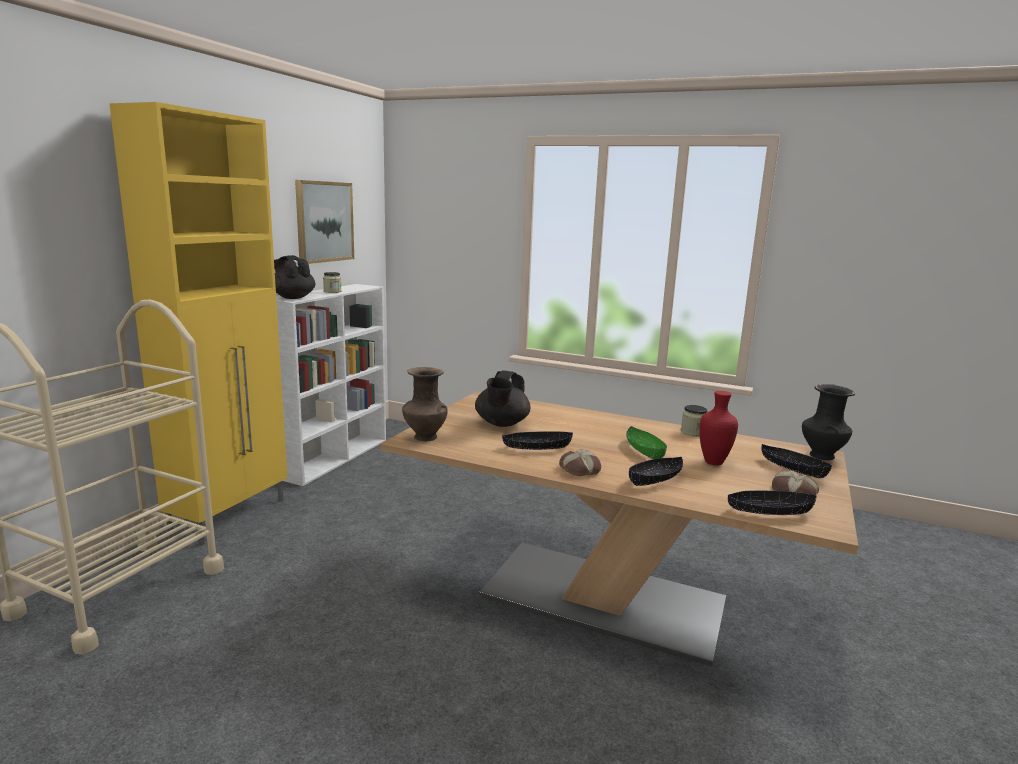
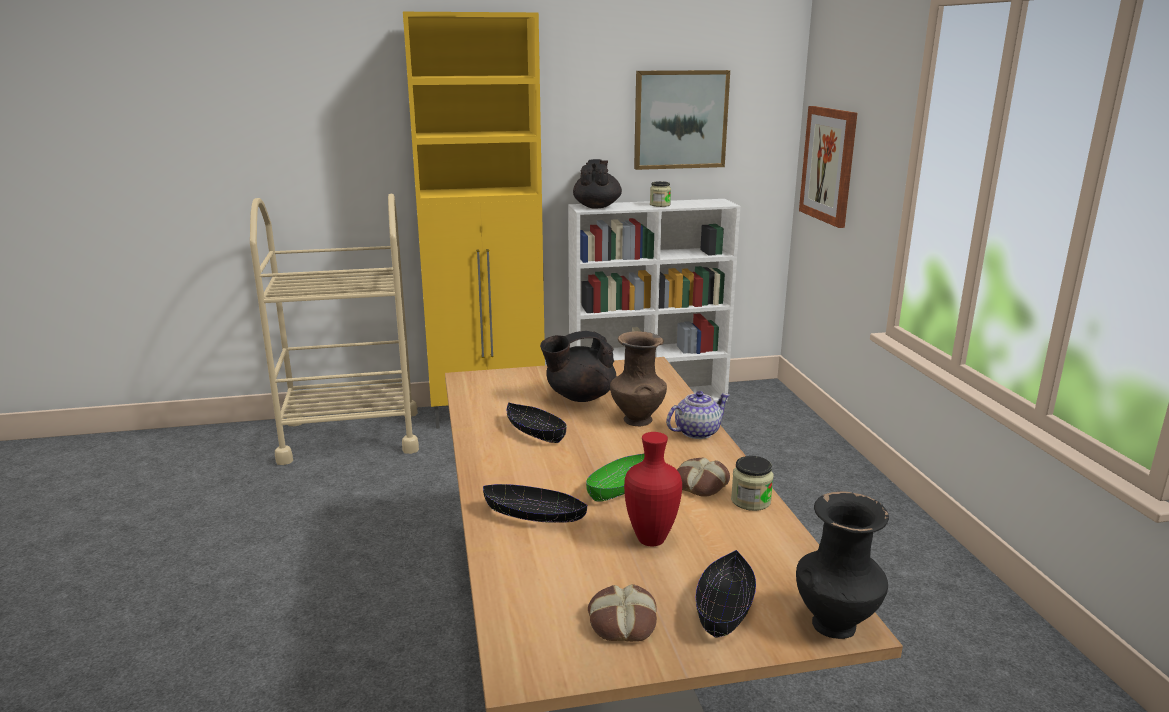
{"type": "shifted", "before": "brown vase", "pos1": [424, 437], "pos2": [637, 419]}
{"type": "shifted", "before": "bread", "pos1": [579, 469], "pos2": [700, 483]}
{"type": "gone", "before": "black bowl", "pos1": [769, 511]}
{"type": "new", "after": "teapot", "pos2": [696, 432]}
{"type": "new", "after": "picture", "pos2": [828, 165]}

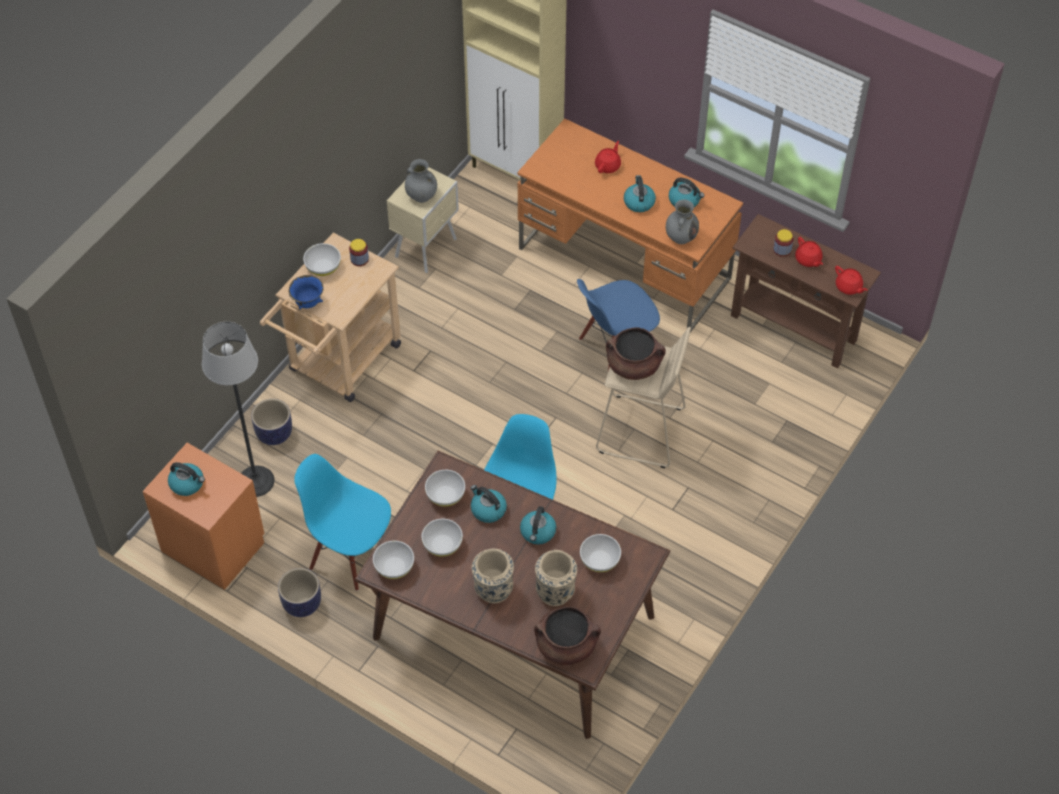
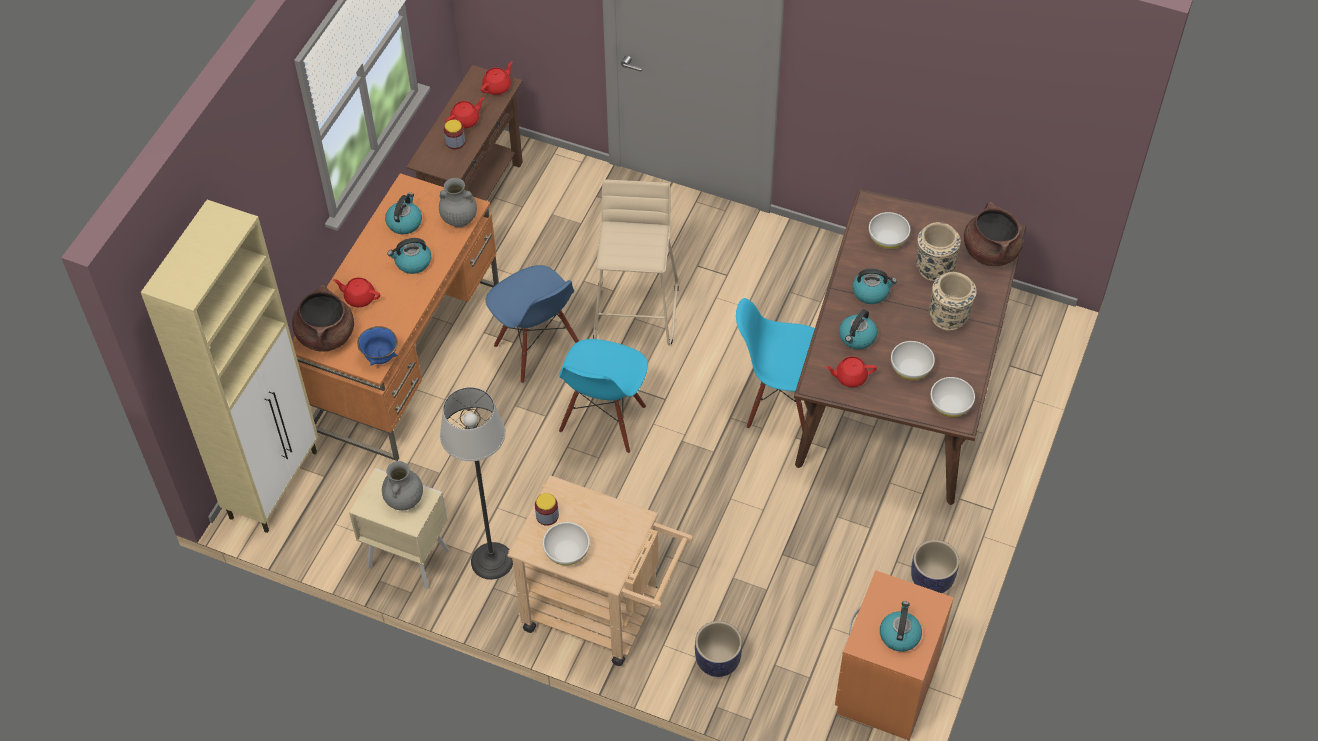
{"type": "shifted", "before": "floor lamp", "pos1": [255, 481], "pos2": [492, 560]}
{"type": "shifted", "before": "blue bowl", "pos1": [308, 303], "pos2": [380, 358]}
{"type": "shifted", "before": "blue chair", "pos1": [350, 554], "pos2": [604, 420]}
{"type": "swapped", "before": "white bowl", "after": "red teapot", "pos1": [445, 495], "pos2": [850, 377]}
{"type": "shifted", "before": "brown cooking pot", "pos1": [634, 365], "pos2": [326, 335]}

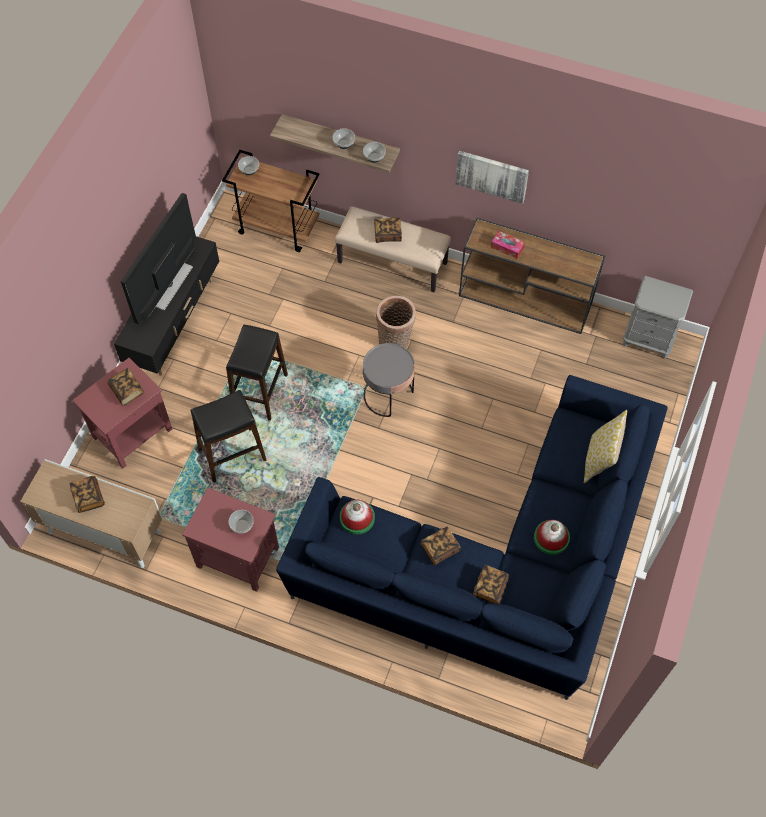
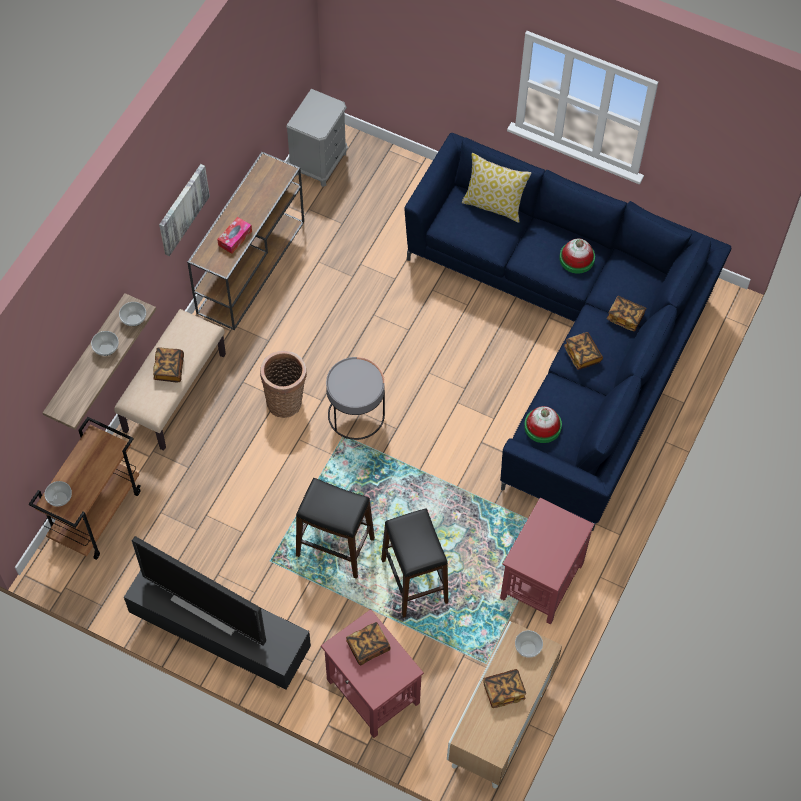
{"type": "shifted", "before": "bowl", "pos1": [242, 526], "pos2": [528, 648]}

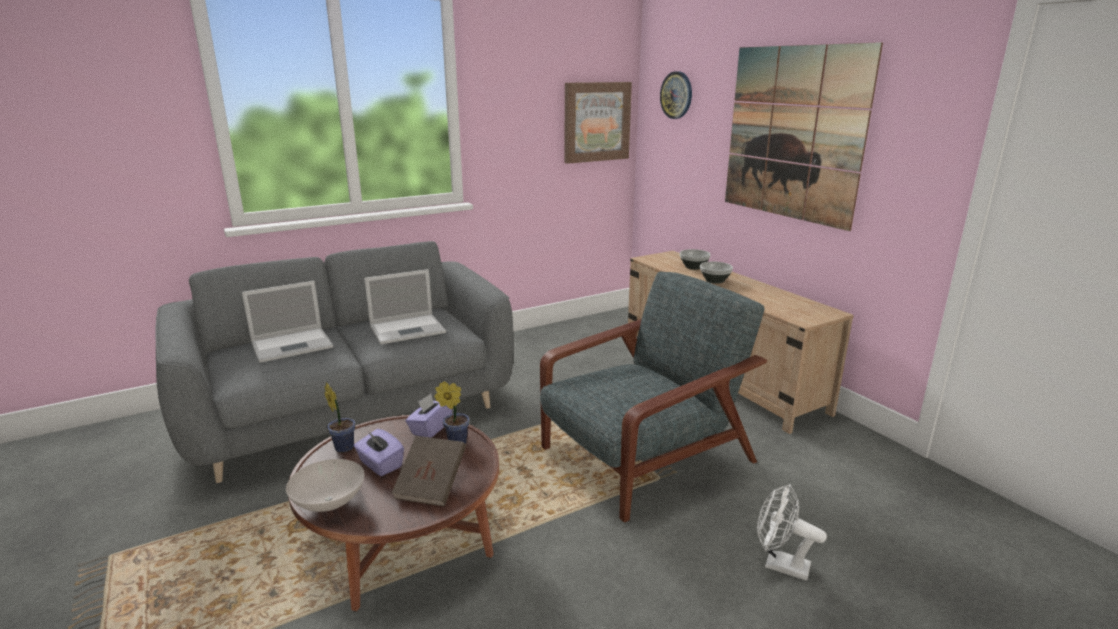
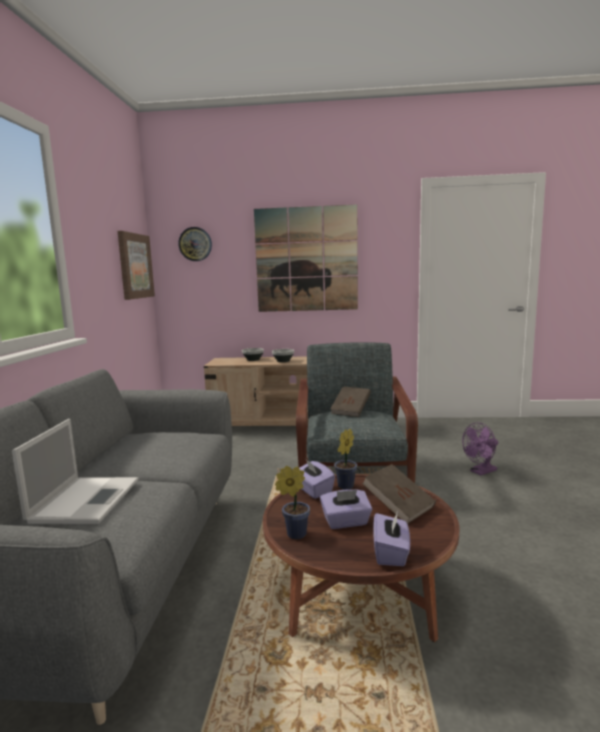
{"type": "swapped", "before": "white bowl", "after": "purple tissue box", "pos1": [330, 502], "pos2": [391, 553]}
{"type": "gone", "before": "laptop", "pos1": [409, 329]}
{"type": "repainted", "before": "white fan", "after": "purple fan", "pos1": [779, 565], "pos2": [480, 472]}
{"type": "new", "after": "brown book", "pos2": [351, 411]}

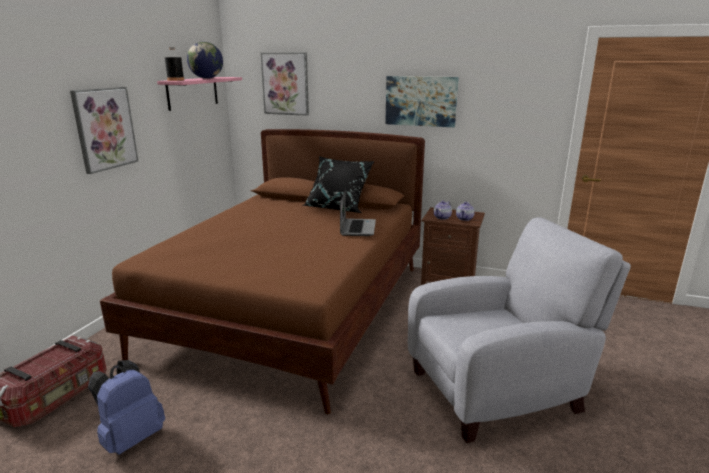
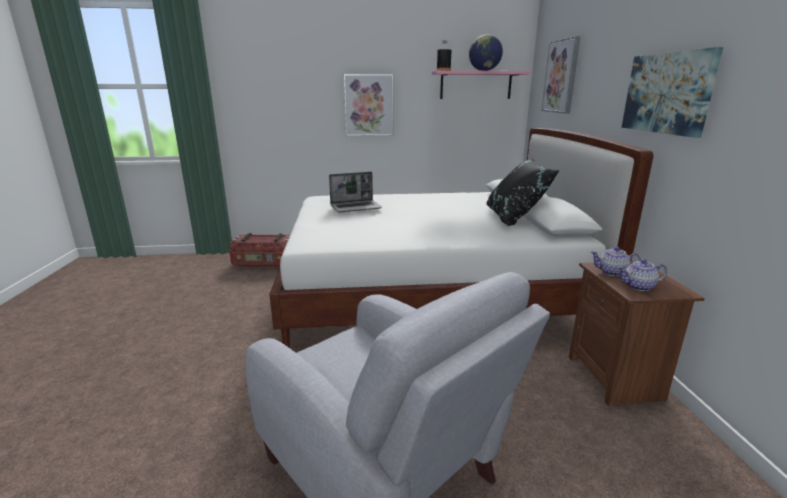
{"type": "gone", "before": "blue backpack", "pos1": [131, 438]}
{"type": "repainted", "before": "brown bed", "after": "white bed", "pos1": [294, 308], "pos2": [430, 298]}
{"type": "shifted", "before": "laptop", "pos1": [357, 228], "pos2": [356, 207]}

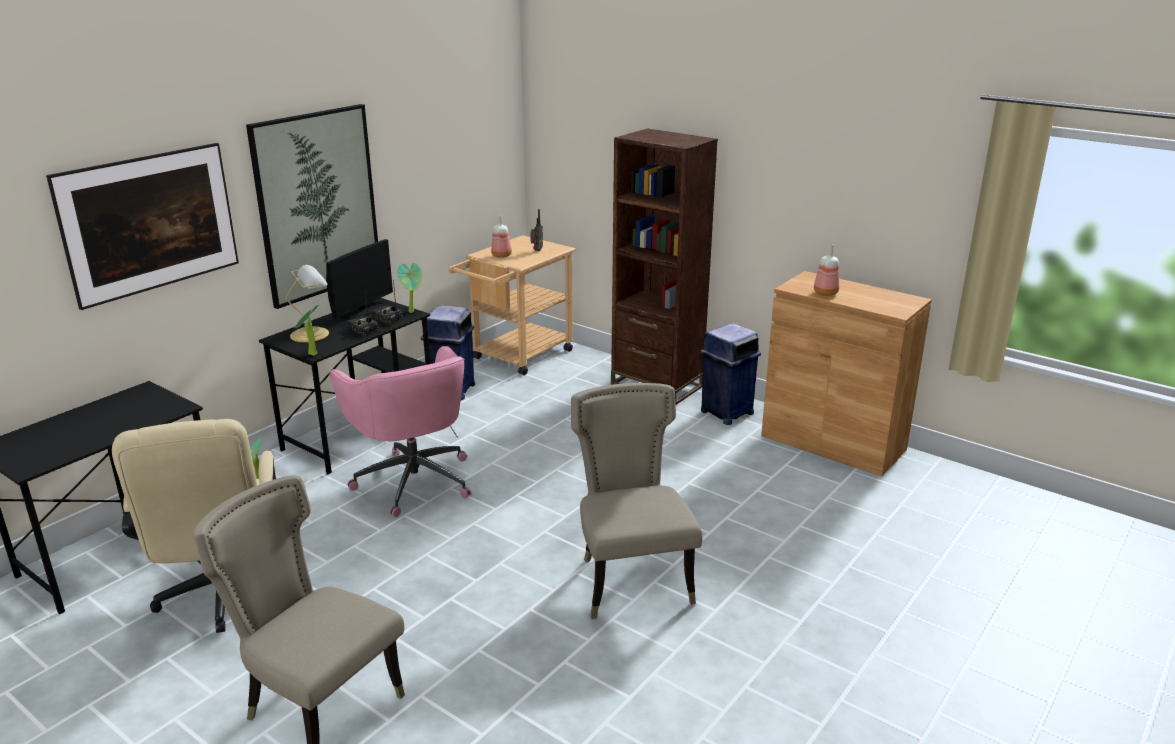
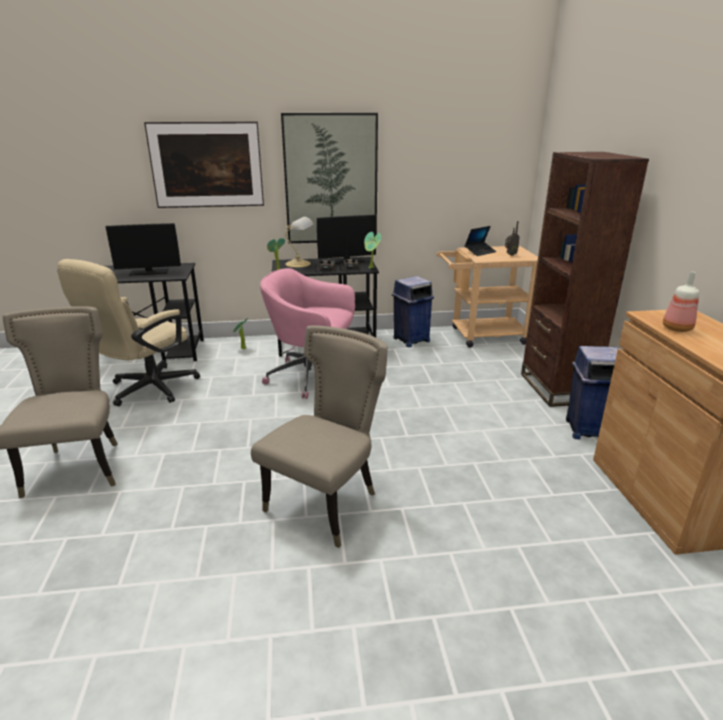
{"type": "rotated", "before": "pink office chair", "pos1": [413, 479], "pos2": [311, 377], "turn": 90}
{"type": "swapped", "before": "bottle", "after": "laptop", "pos1": [501, 255], "pos2": [480, 252]}
{"type": "new", "after": "monitor", "pos2": [149, 272]}

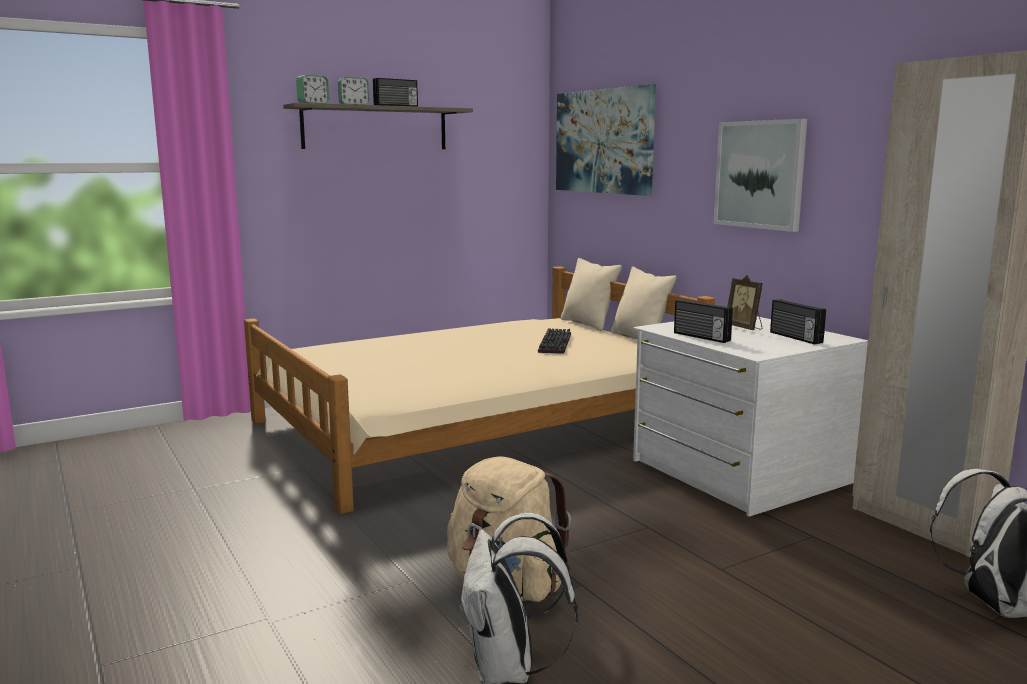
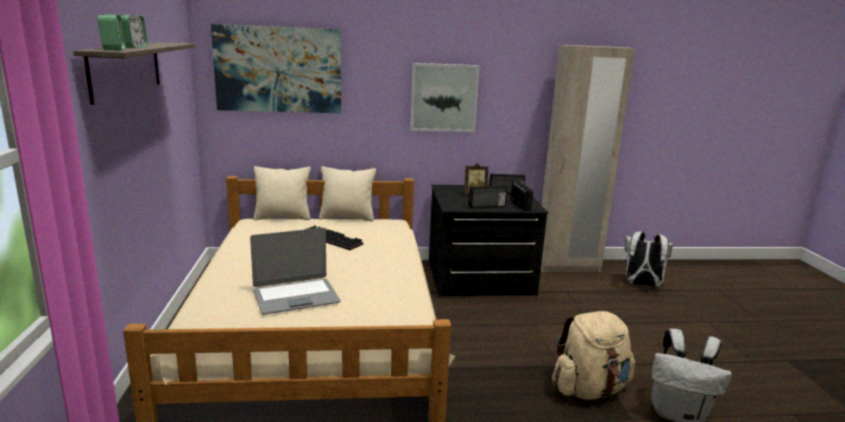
{"type": "shifted", "before": "radio", "pos1": [396, 106], "pos2": [521, 205]}
{"type": "repainted", "before": "white dresser", "after": "black dresser", "pos1": [736, 472], "pos2": [480, 278]}
{"type": "new", "after": "laptop", "pos2": [296, 297]}

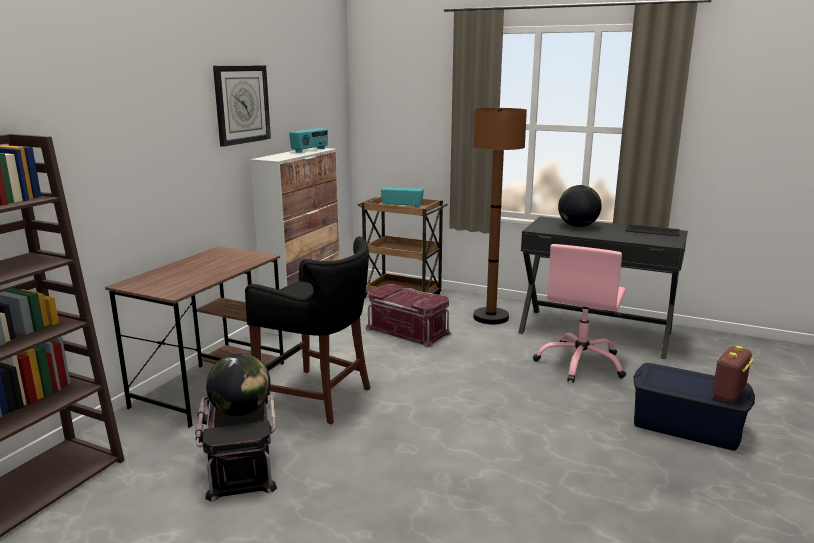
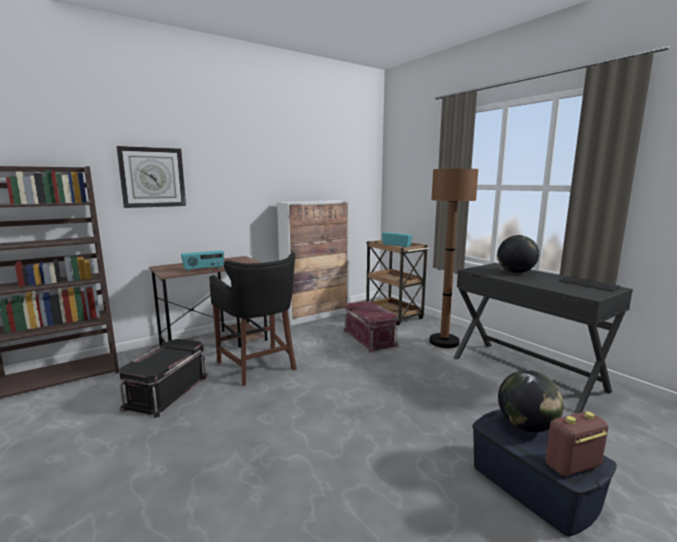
{"type": "shifted", "before": "globe", "pos1": [241, 411], "pos2": [526, 426]}
{"type": "shifted", "before": "wall clock", "pos1": [242, 104], "pos2": [152, 177]}
{"type": "shifted", "before": "radio", "pos1": [310, 150], "pos2": [204, 269]}
{"type": "gone", "before": "pink office chair", "pos1": [580, 363]}

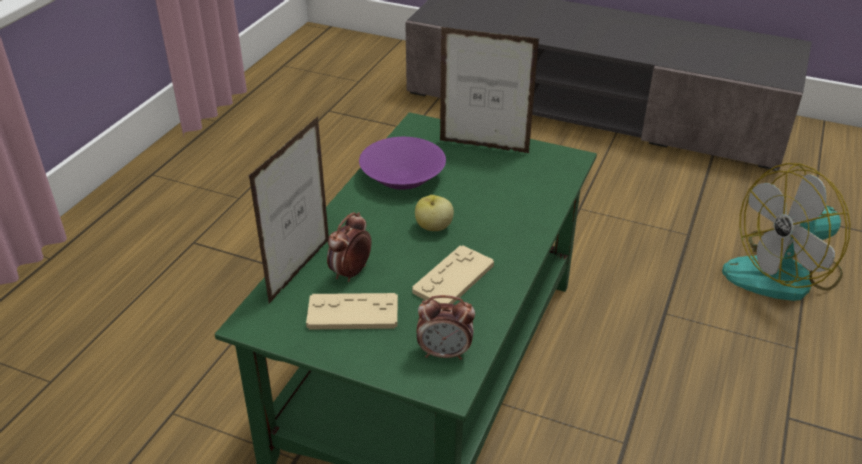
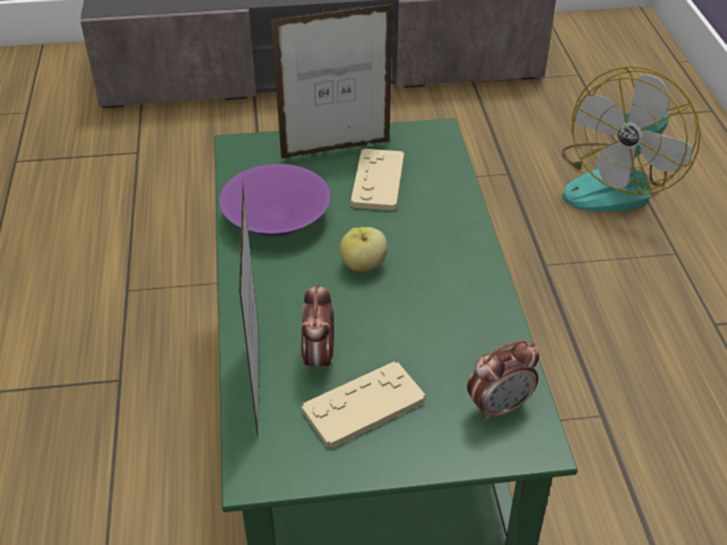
{"type": "shifted", "before": "beige game controller", "pos1": [453, 278], "pos2": [378, 181]}

